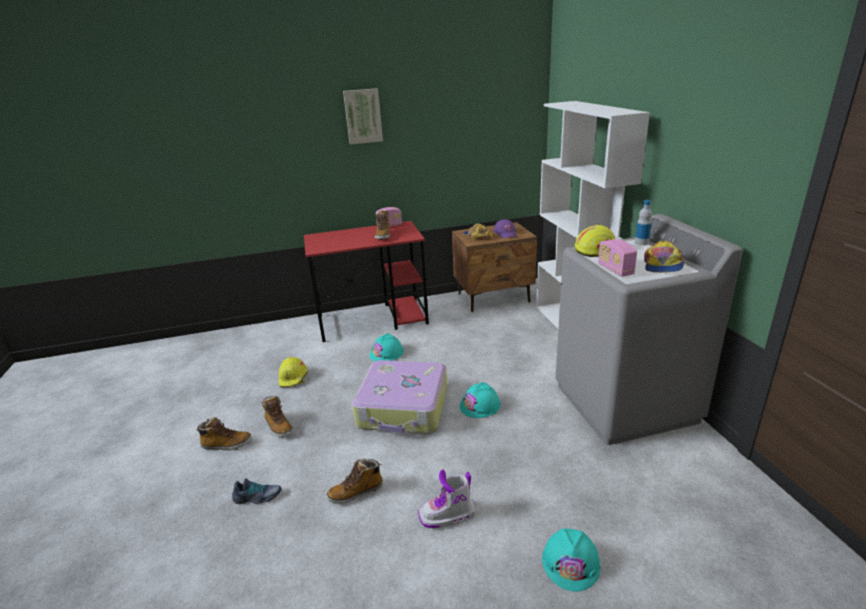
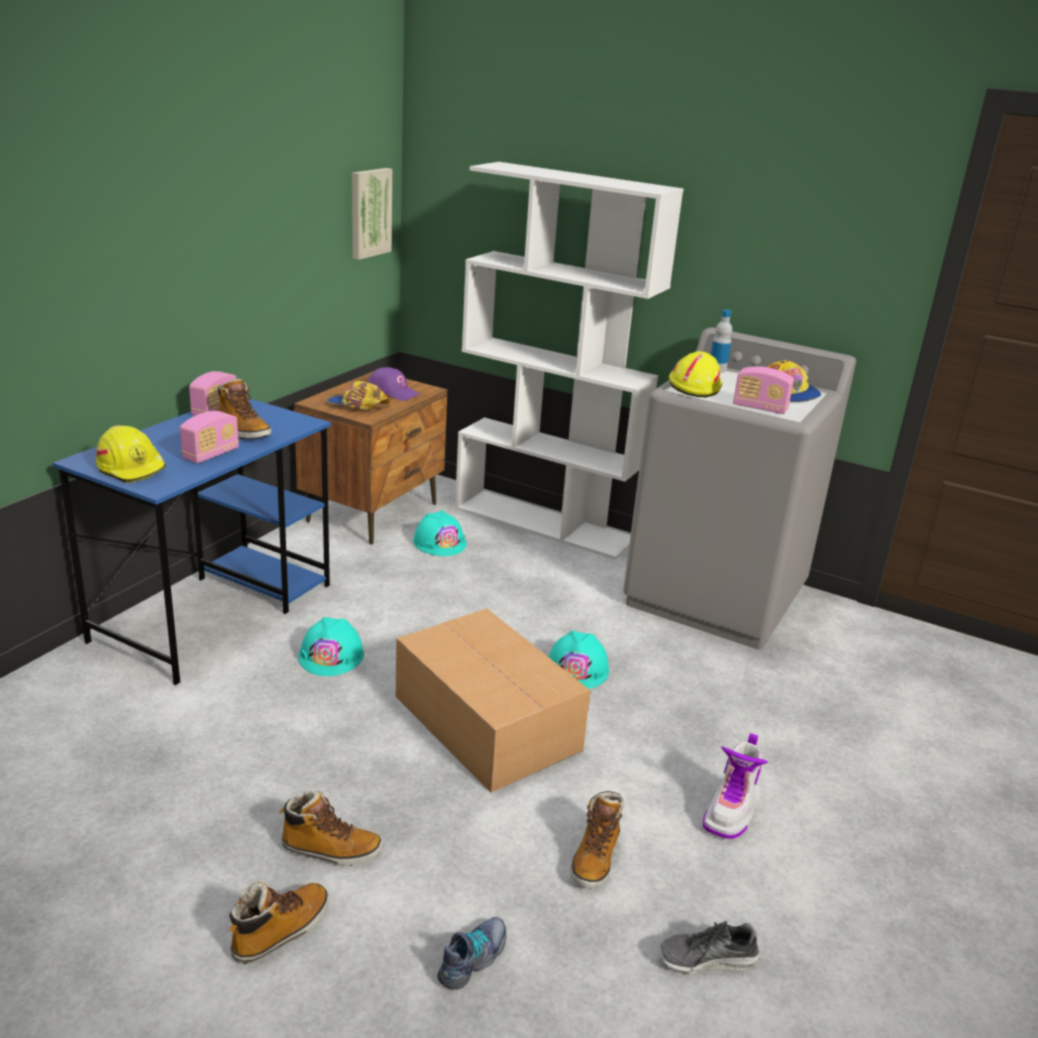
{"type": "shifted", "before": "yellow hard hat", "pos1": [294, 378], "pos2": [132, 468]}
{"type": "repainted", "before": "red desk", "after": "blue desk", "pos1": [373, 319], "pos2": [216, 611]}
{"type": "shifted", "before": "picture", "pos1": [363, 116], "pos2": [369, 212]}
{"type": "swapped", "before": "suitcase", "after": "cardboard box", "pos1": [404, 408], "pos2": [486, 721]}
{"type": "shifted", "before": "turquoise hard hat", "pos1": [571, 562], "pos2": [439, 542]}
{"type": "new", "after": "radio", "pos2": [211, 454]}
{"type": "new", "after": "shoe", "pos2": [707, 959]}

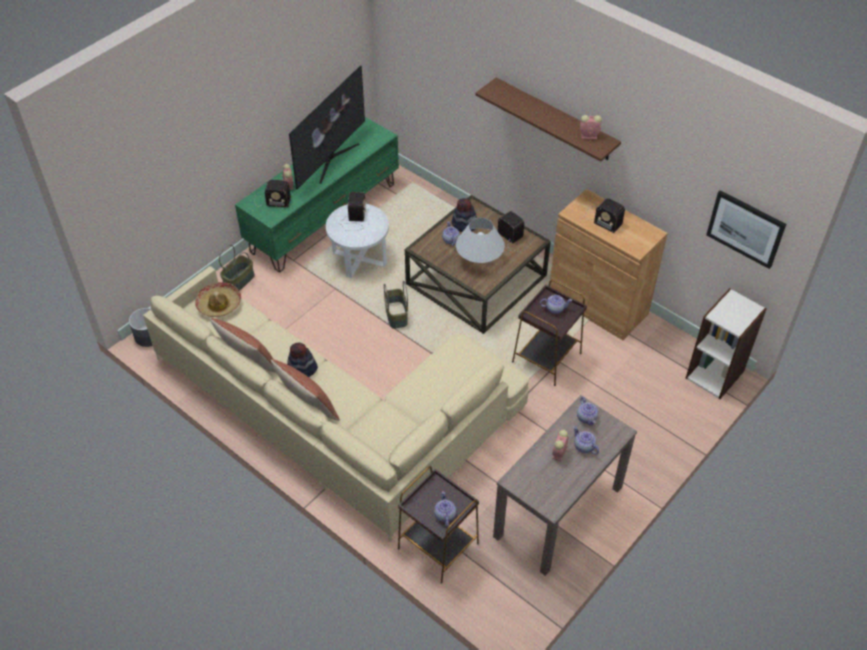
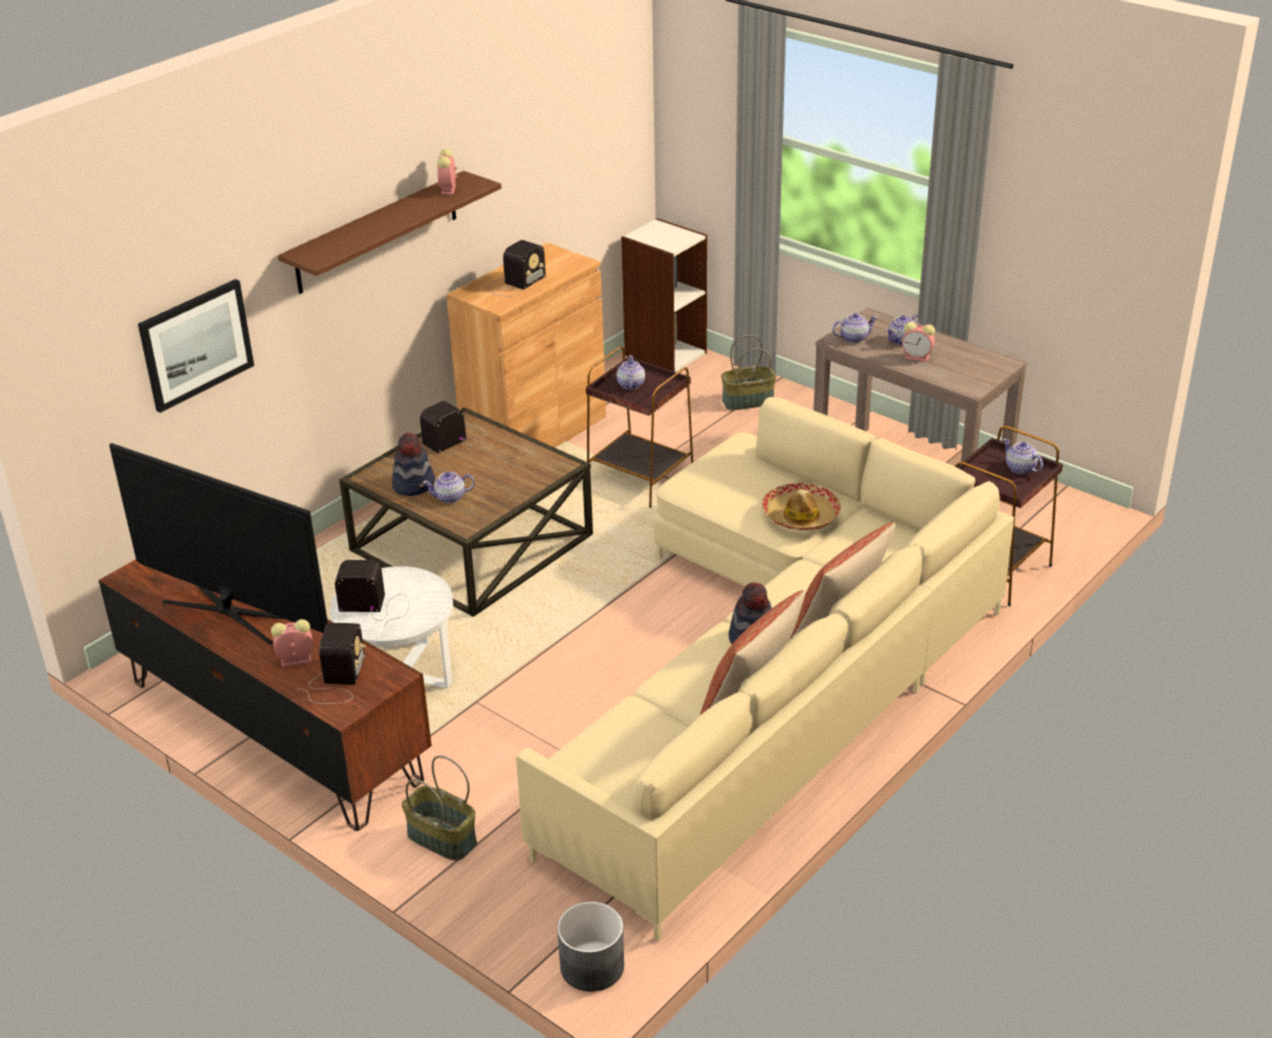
{"type": "shifted", "before": "hat", "pos1": [219, 304], "pos2": [800, 515]}
{"type": "repainted", "before": "green tv stand", "after": "brown tv stand", "pos1": [324, 217], "pos2": [273, 729]}
{"type": "shifted", "before": "basket", "pos1": [395, 315], "pos2": [747, 402]}
{"type": "rotated", "before": "teapot", "pos1": [444, 515], "pos2": [1020, 468], "turn": 60}
{"type": "gone", "before": "white table lamp", "pos1": [479, 259]}
{"type": "shifted", "before": "picture", "pos1": [745, 228], "pos2": [196, 344]}

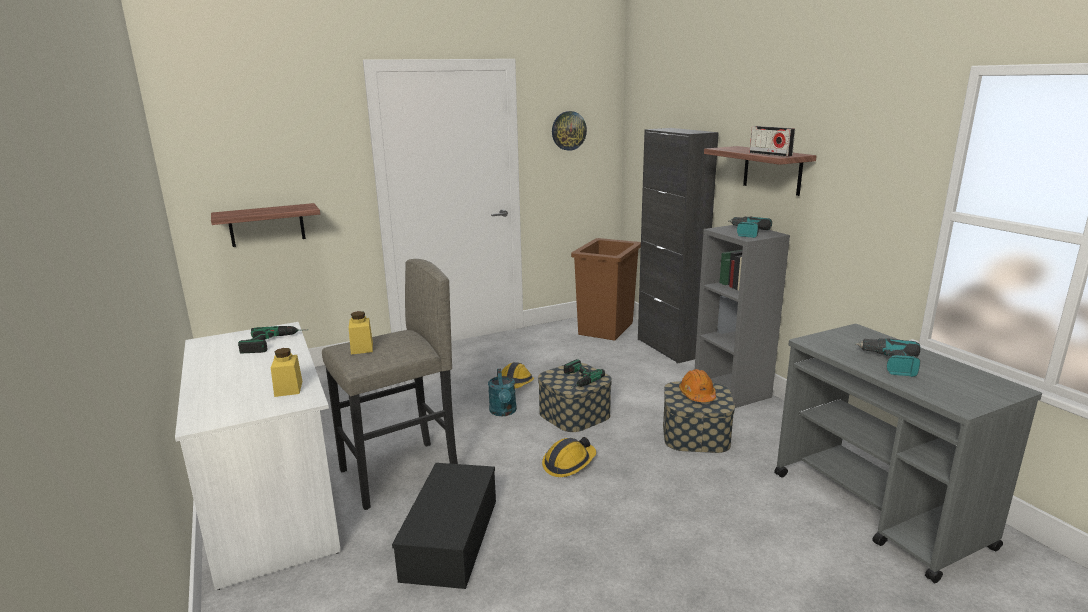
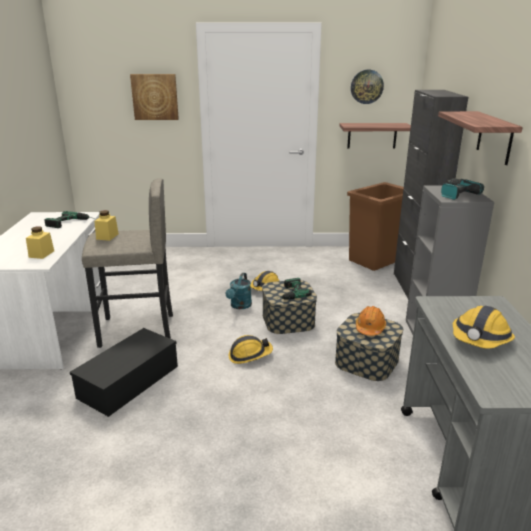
{"type": "shifted", "before": "shelf", "pos1": [267, 225], "pos2": [372, 135]}
{"type": "gone", "before": "radio", "pos1": [770, 154]}
{"type": "swapped", "before": "power drill", "after": "hard hat", "pos1": [890, 363], "pos2": [480, 339]}
{"type": "new", "after": "picture", "pos2": [155, 97]}

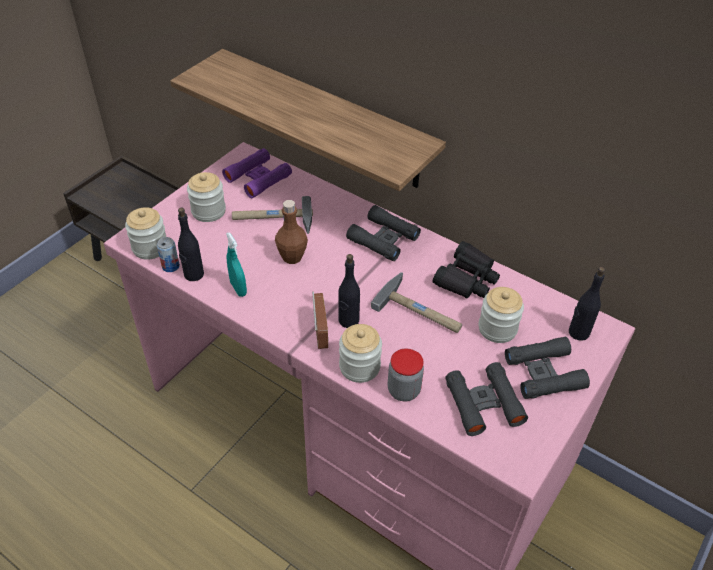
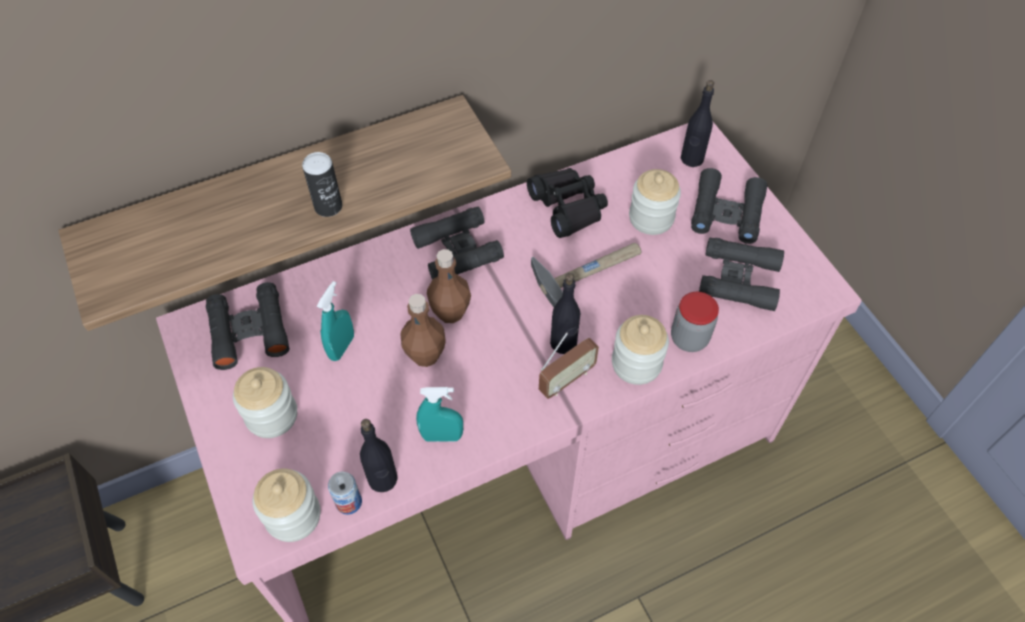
{"type": "repainted", "before": "purple binoculars", "after": "black binoculars", "pos1": [258, 178], "pos2": [249, 331]}
{"type": "swapped", "before": "hammer", "after": "turquoise spray bottle", "pos1": [272, 219], "pos2": [342, 347]}
{"type": "rotated", "before": "radio", "pos1": [320, 333], "pos2": [566, 380], "turn": 120}
{"type": "new", "after": "can", "pos2": [328, 206]}
{"type": "new", "after": "brown bottle", "pos2": [450, 312]}

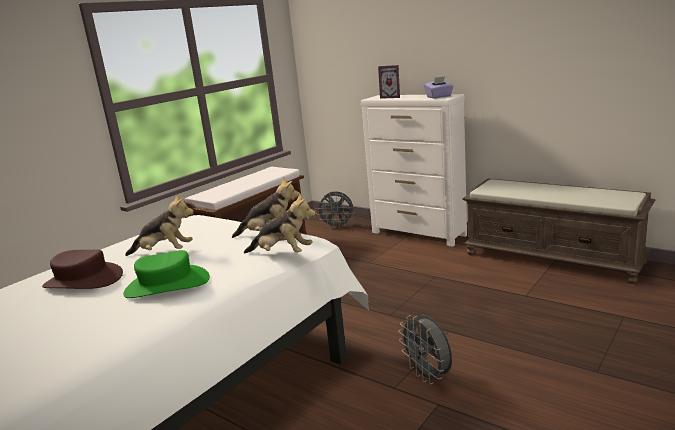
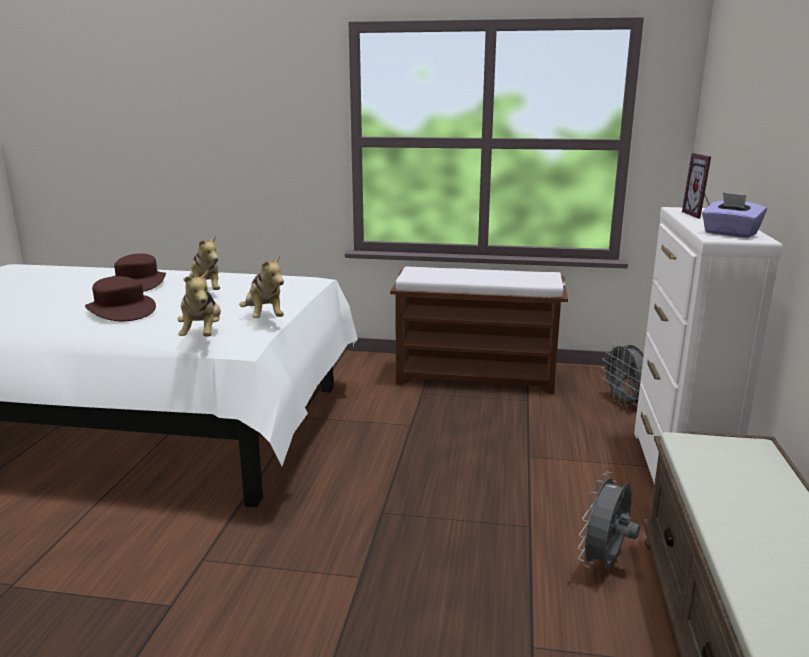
{"type": "repainted", "before": "green hat", "after": "brown hat", "pos1": [167, 285], "pos2": [120, 310]}
{"type": "shifted", "before": "grey fan", "pos1": [428, 376], "pos2": [605, 563]}

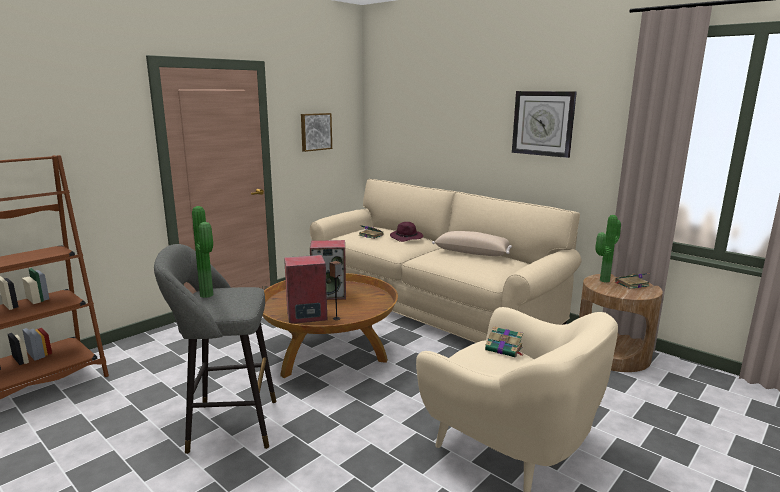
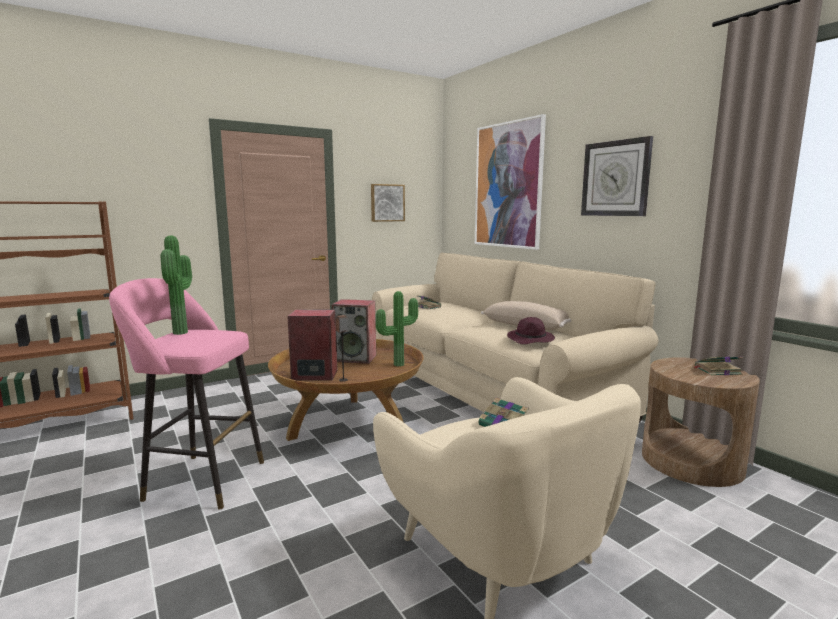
{"type": "repainted", "before": "grey stool", "after": "pink stool", "pos1": [227, 425], "pos2": [199, 480]}
{"type": "shifted", "before": "purple hat", "pos1": [407, 238], "pos2": [531, 340]}
{"type": "shifted", "before": "potted plant", "pos1": [602, 280], "pos2": [397, 364]}
{"type": "new", "after": "picture", "pos2": [508, 185]}

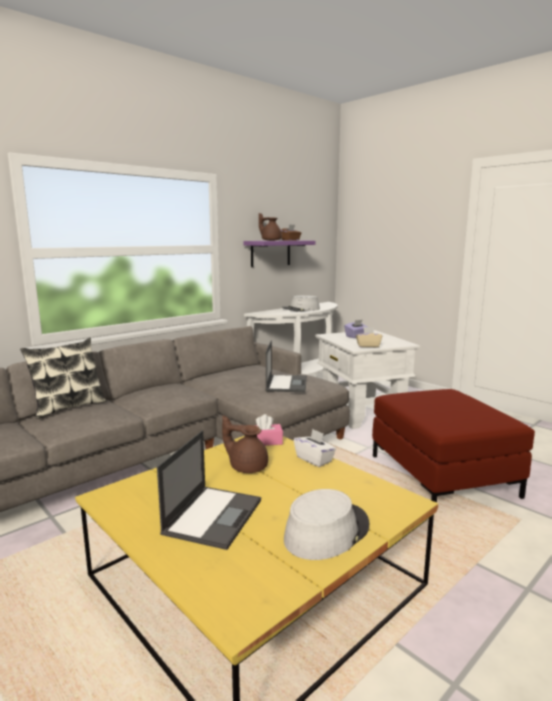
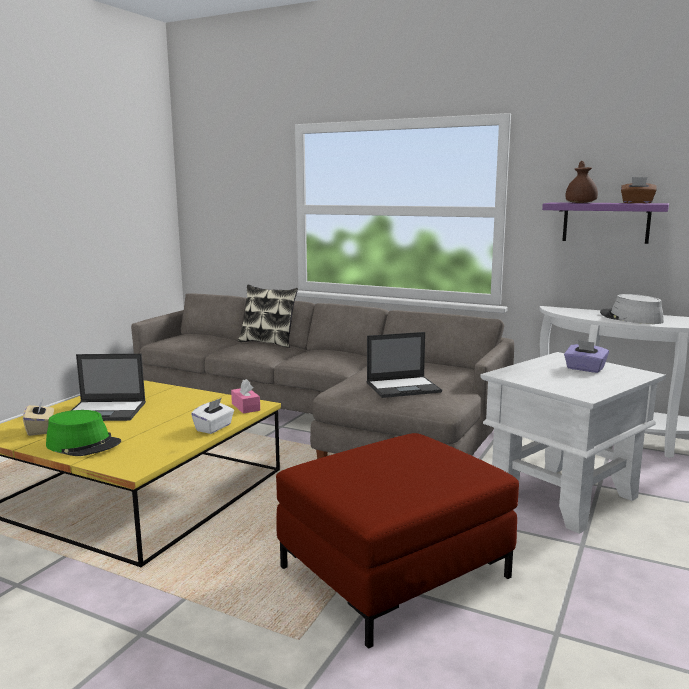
{"type": "gone", "before": "brown teapot", "pos1": [247, 466]}
{"type": "repainted", "before": "grey hat", "after": "green hat", "pos1": [326, 531], "pos2": [84, 444]}
{"type": "shifted", "before": "beige tissue box", "pos1": [368, 346], "pos2": [41, 429]}

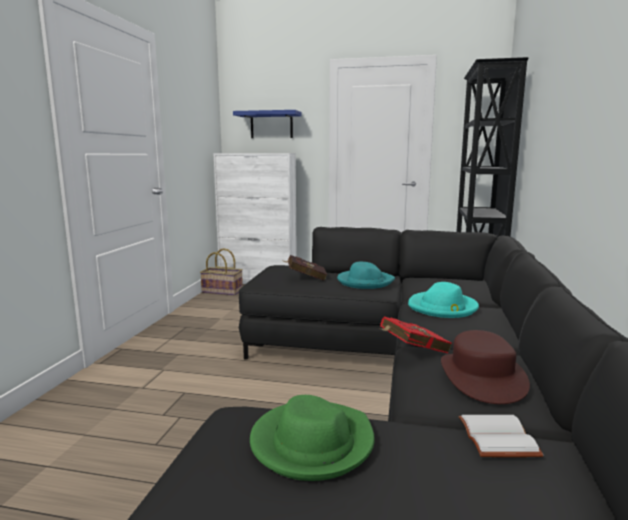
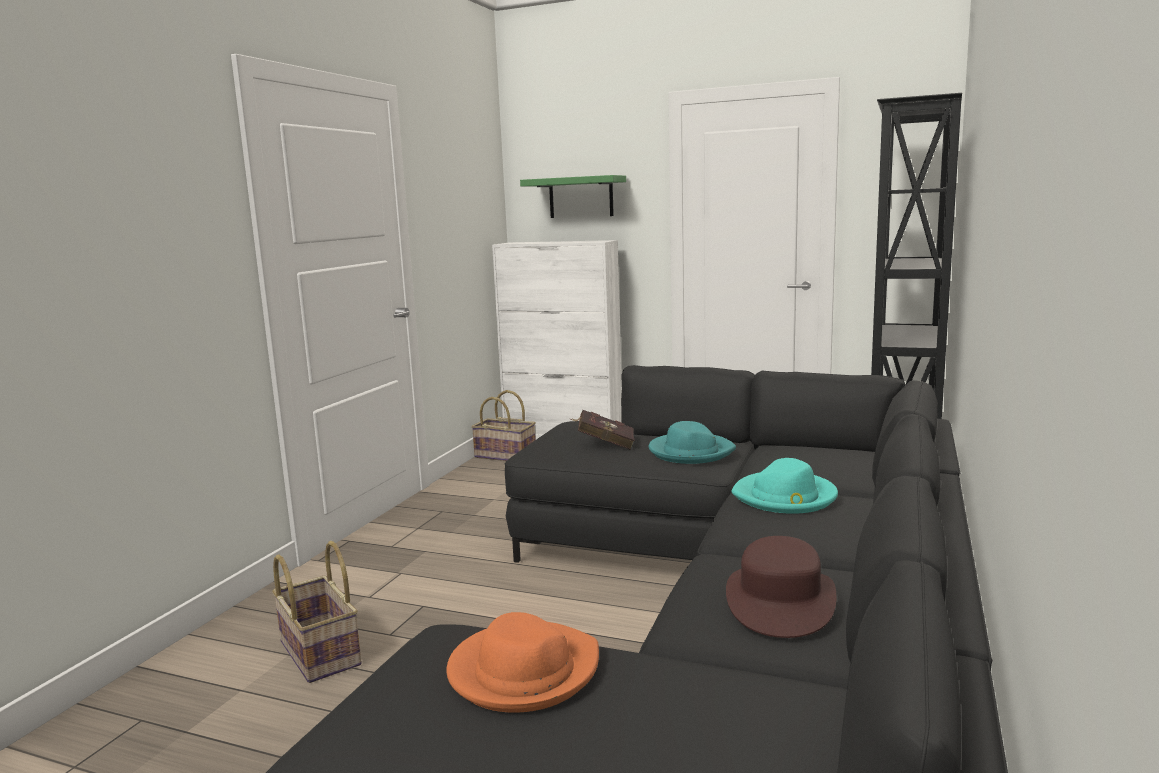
{"type": "repainted", "before": "blue shelf", "after": "green shelf", "pos1": [271, 125], "pos2": [581, 197]}
{"type": "repainted", "before": "green hat", "after": "orange hat", "pos1": [312, 443], "pos2": [523, 671]}
{"type": "gone", "before": "red book", "pos1": [411, 351]}
{"type": "gone", "before": "white book", "pos1": [500, 438]}
{"type": "new", "after": "basket", "pos2": [318, 653]}

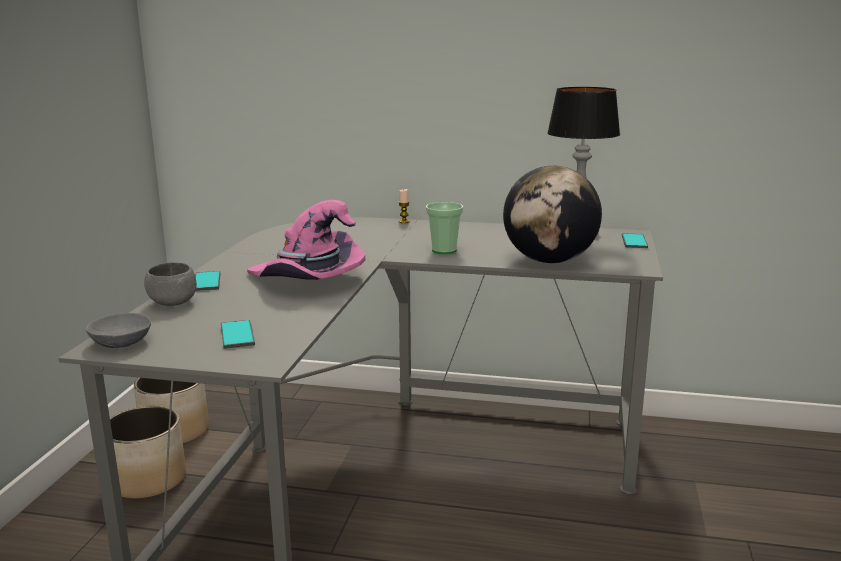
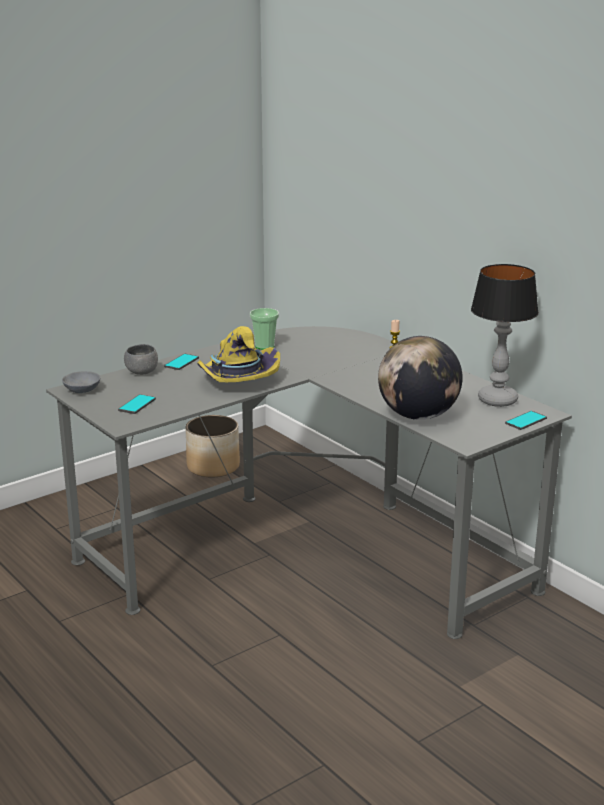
{"type": "gone", "before": "planter", "pos1": [149, 480]}
{"type": "repainted", "before": "pink hat", "after": "yellow hat", "pos1": [308, 280], "pos2": [236, 380]}
{"type": "shifted", "before": "cup", "pos1": [444, 250], "pos2": [264, 346]}

